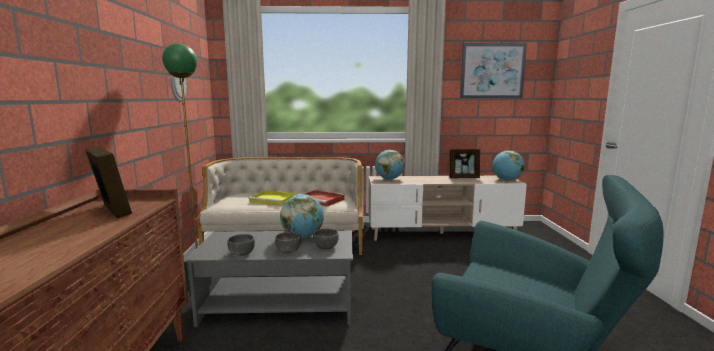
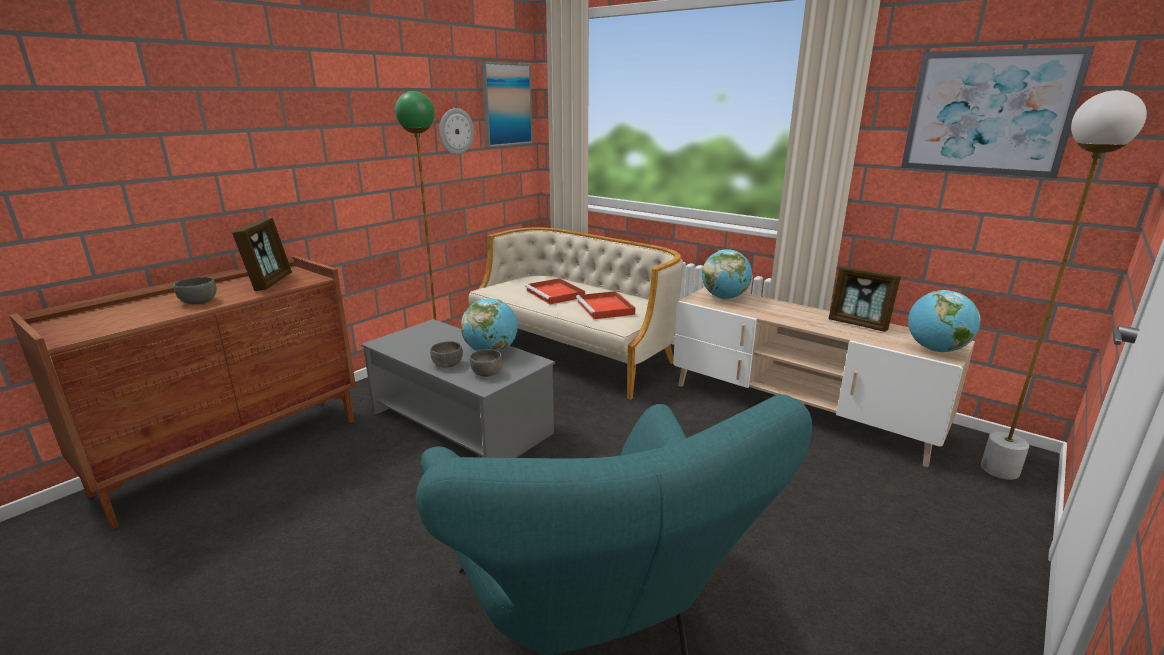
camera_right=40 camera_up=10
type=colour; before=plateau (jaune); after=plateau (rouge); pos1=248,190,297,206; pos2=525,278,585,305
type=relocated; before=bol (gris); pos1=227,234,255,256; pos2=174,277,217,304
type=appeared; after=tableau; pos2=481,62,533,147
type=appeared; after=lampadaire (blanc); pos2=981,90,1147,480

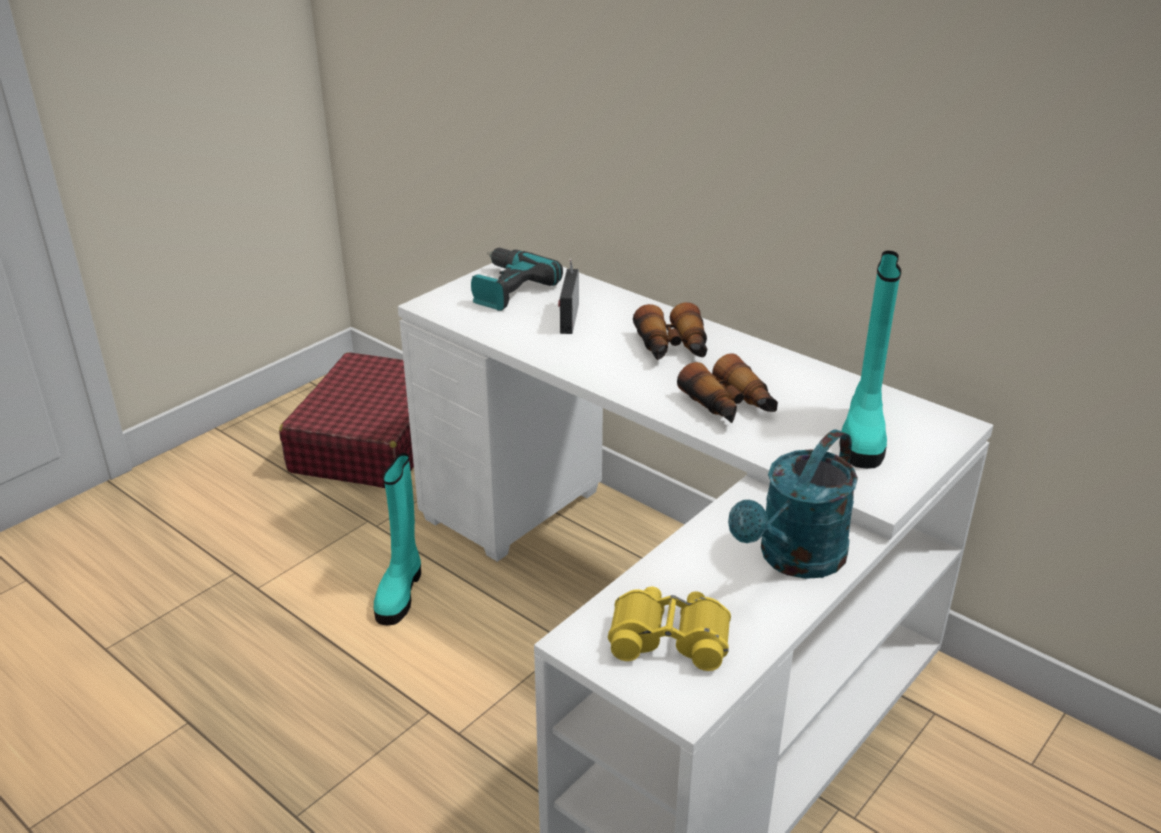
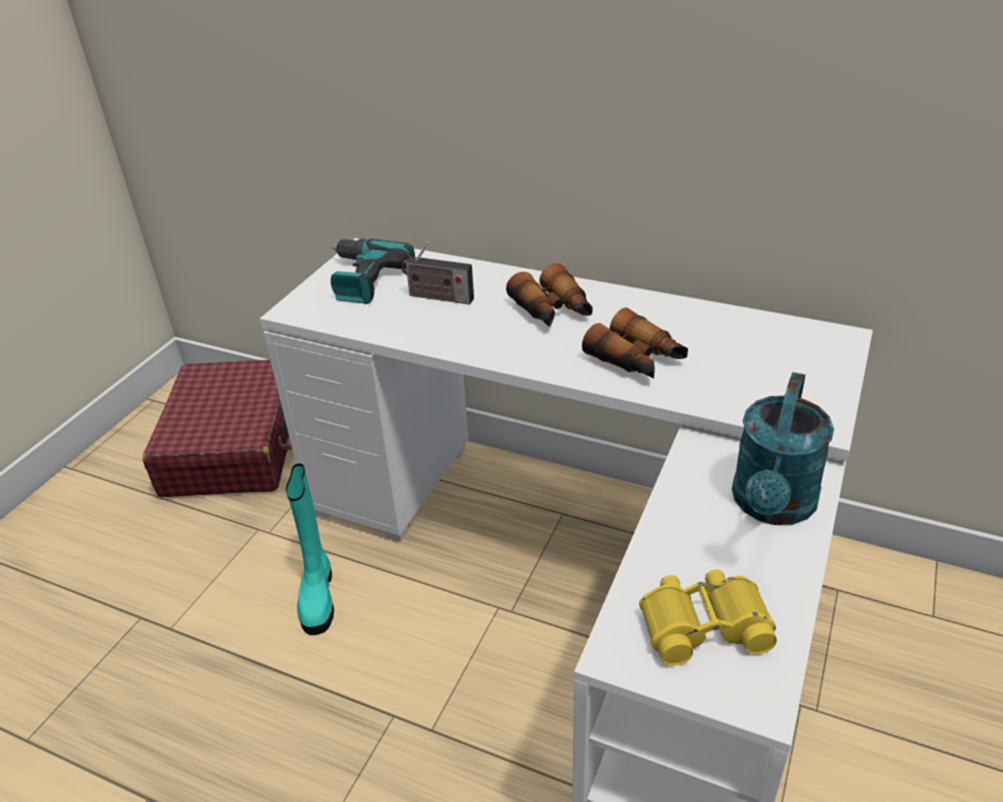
camera_right=-15 camera_up=5
type=missing; before=botte (turquoise); pos1=839,251,901,469
type=spun; before=radio; pos1=558,259,579,334; pos2=401,242,474,305; turn=-60

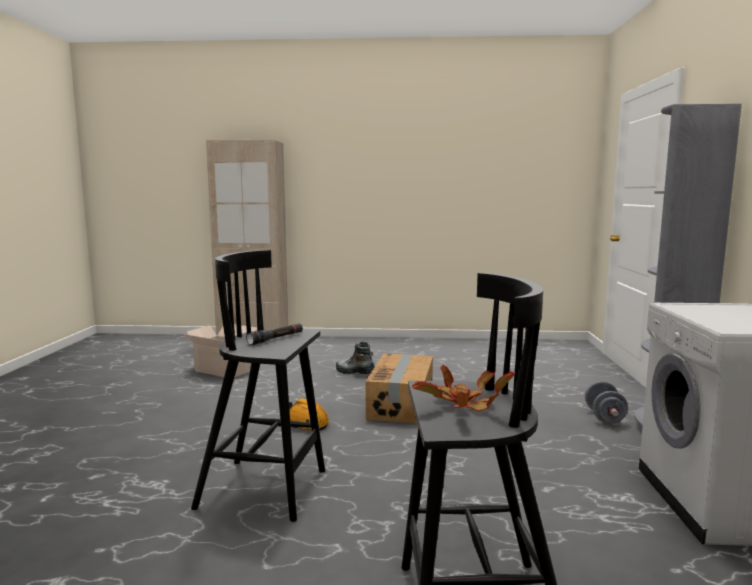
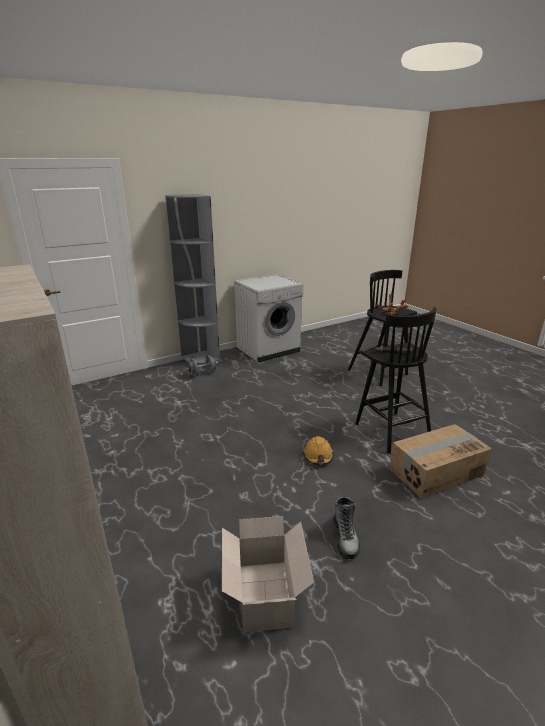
camera_right=-125 camera_up=15
type=relocated; before=botte; pos1=336,342,375,374; pos2=333,497,360,559
type=relocated; before=carton; pos1=365,354,433,424; pos2=390,424,492,499

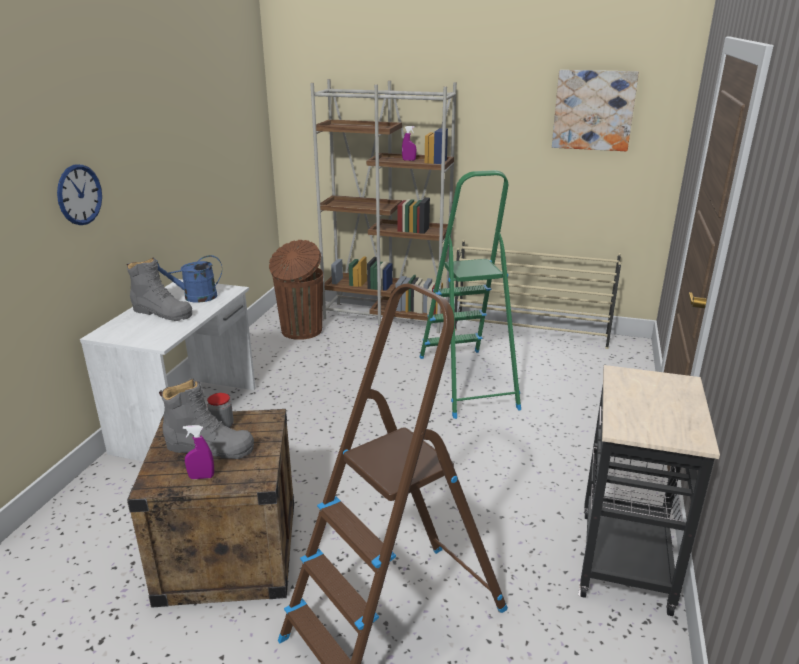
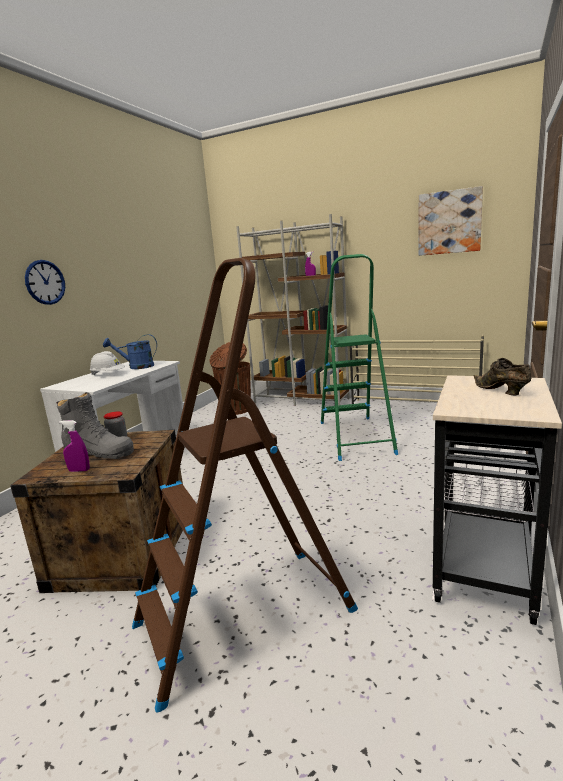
camera_right=10 camera_up=-10
type=exchanged; before=botte (gris); after=casque de chantier (blanc); pos1=127,258,192,321; pos2=89,351,125,375
type=appeared; after=chaussure (marron); pos2=473,358,532,395

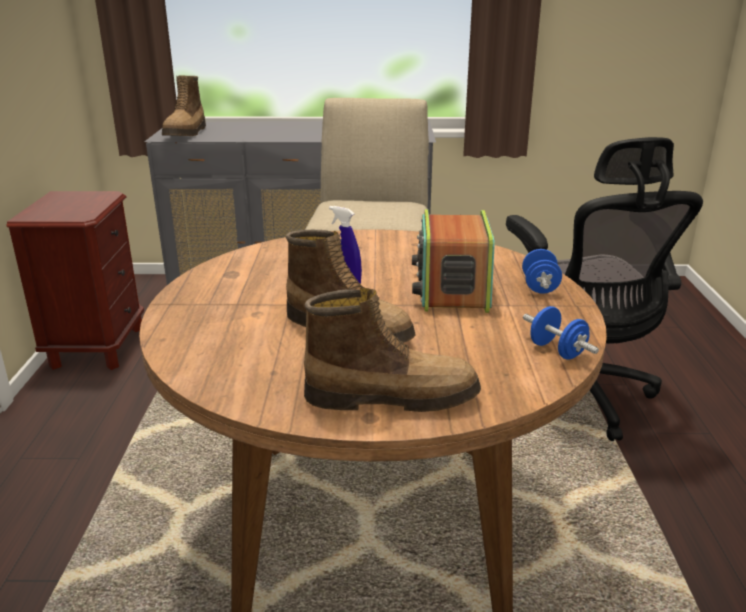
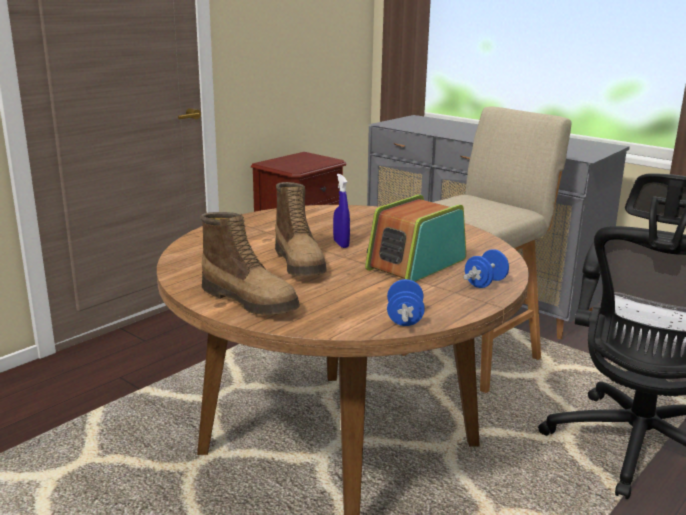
camera_right=40 camera_up=-5
type=missing; before=botte; pos1=162,75,206,136

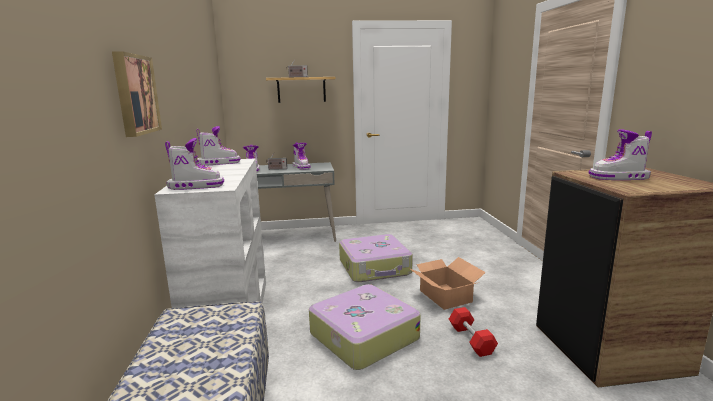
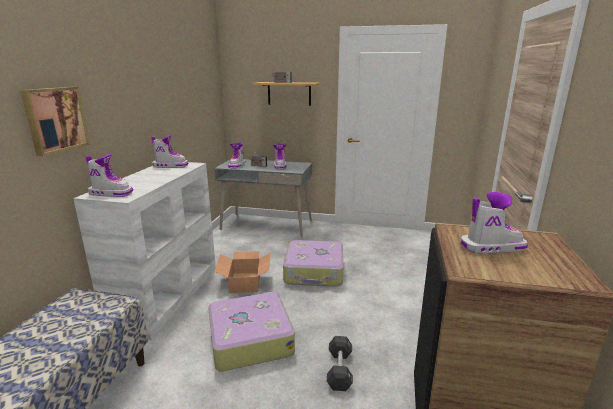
camera_right=20 camera_up=5
type=spun; before=botte; pos1=588,129,652,180; pos2=461,192,528,254; turn=150
type=relocated; before=carton; pos1=409,257,486,310; pos2=214,251,271,293
type=colour; before=haltère (rouge); after=haltère (noir); pos1=449,307,498,357; pos2=327,336,353,391

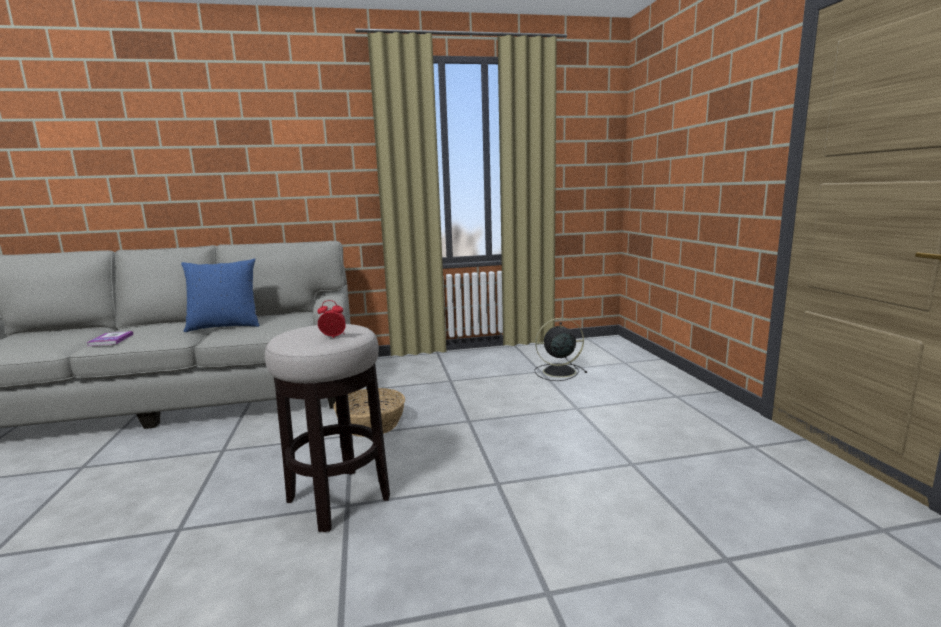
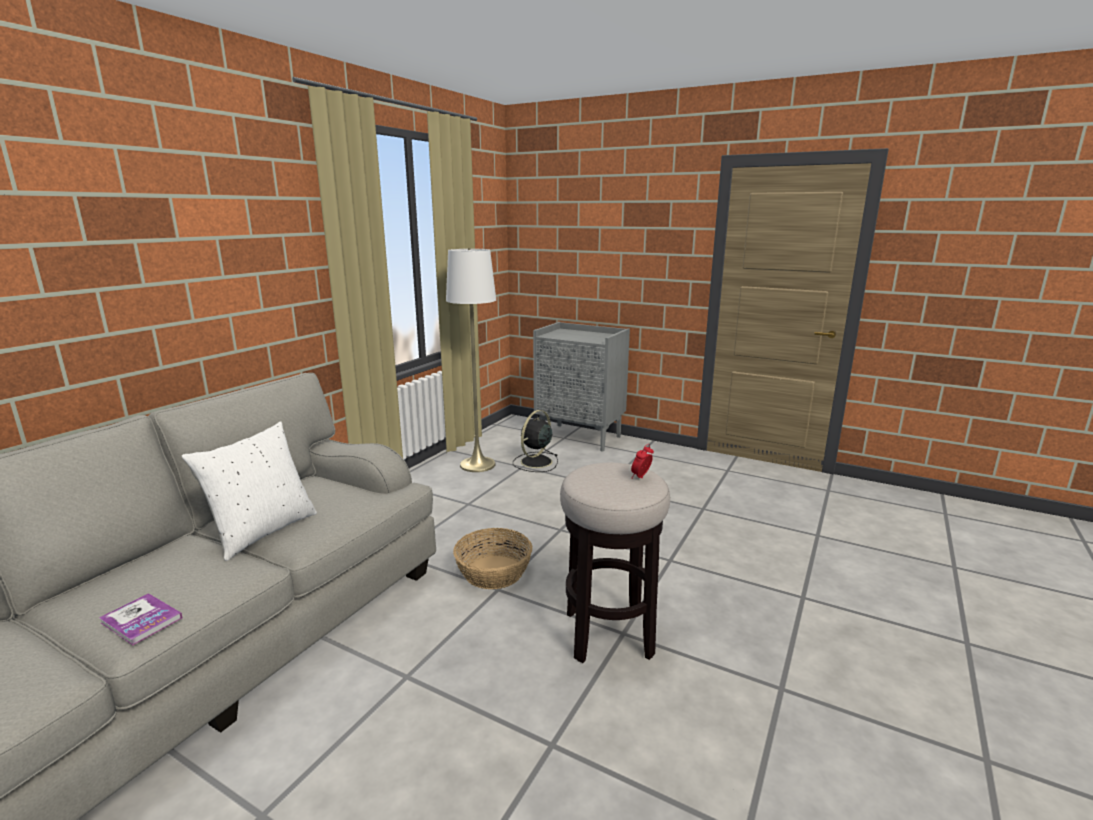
camera_right=-50 camera_up=5
type=colour; before=coussin (bleu); after=coussin (blanc); pos1=181,259,259,332; pos2=182,421,317,561
type=appeared; after=lampadaire (blanc); pos2=446,248,496,472
type=appeared; after=meuble de rangement (gris); pos2=533,322,630,451

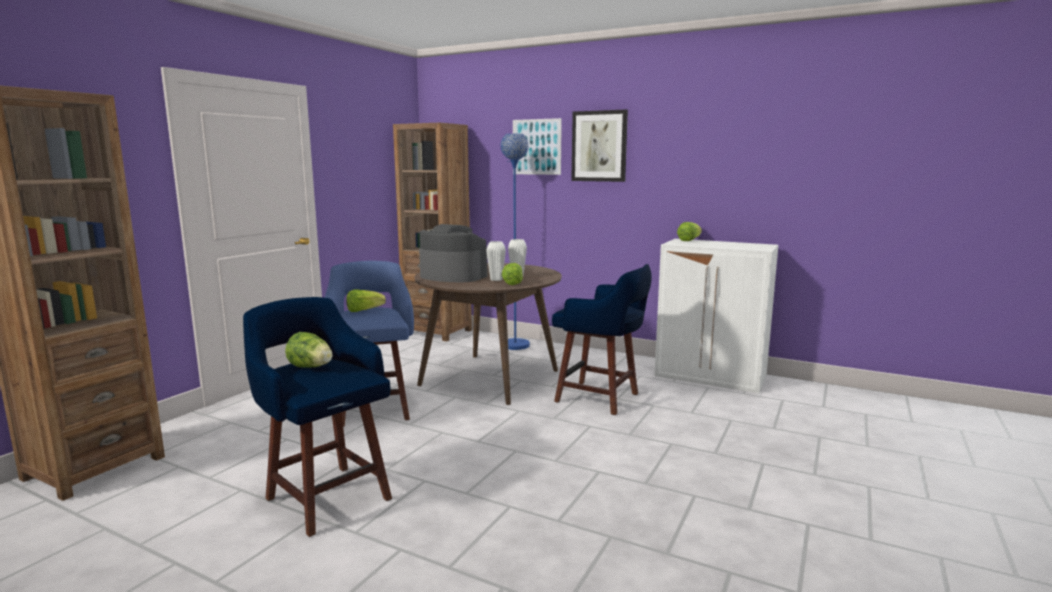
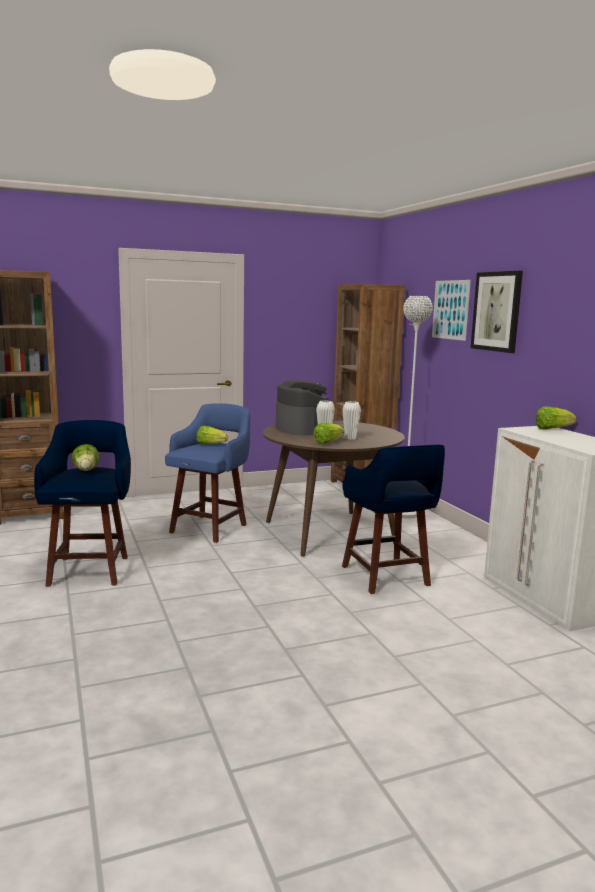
camera_right=40 camera_up=0
type=colour; before=lampadaire (bleu); after=lampadaire (blanc); pos1=501,133,530,350; pos2=394,296,433,519

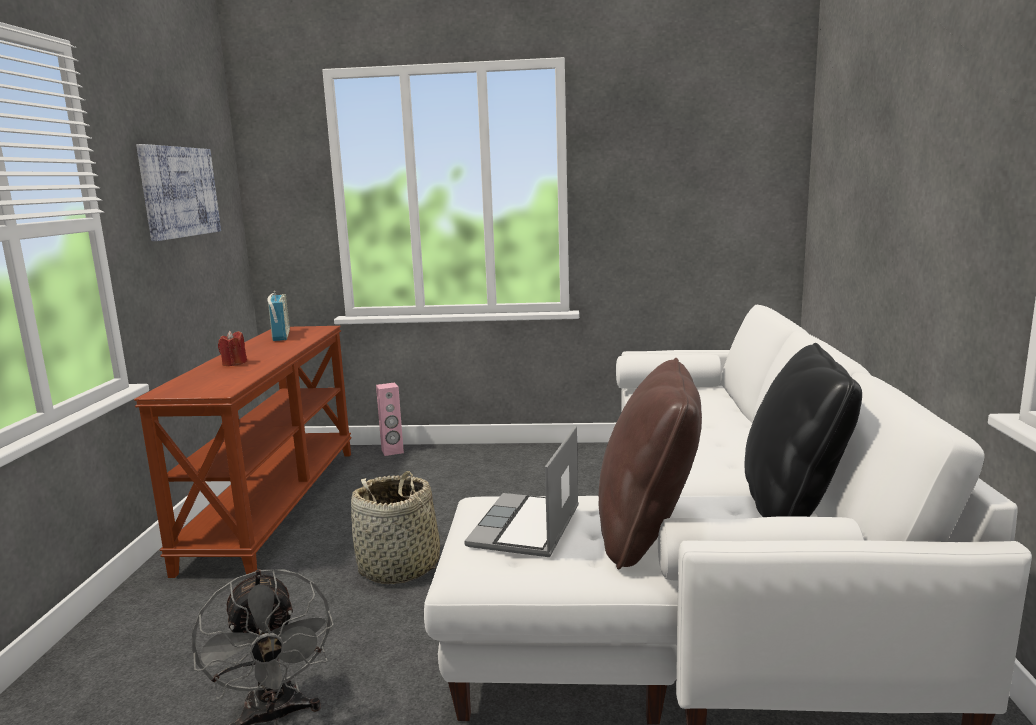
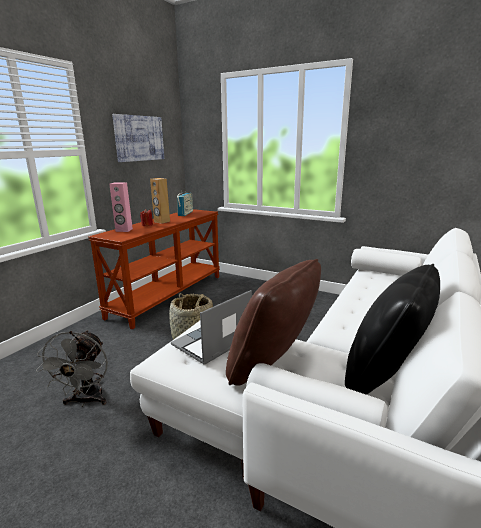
camera_right=25 camera_up=5
type=relocated; before=enceinte (rose); pos1=376,383,404,456; pos2=109,182,133,232
type=appeared; after=enceinte (marron); pos2=150,178,170,224

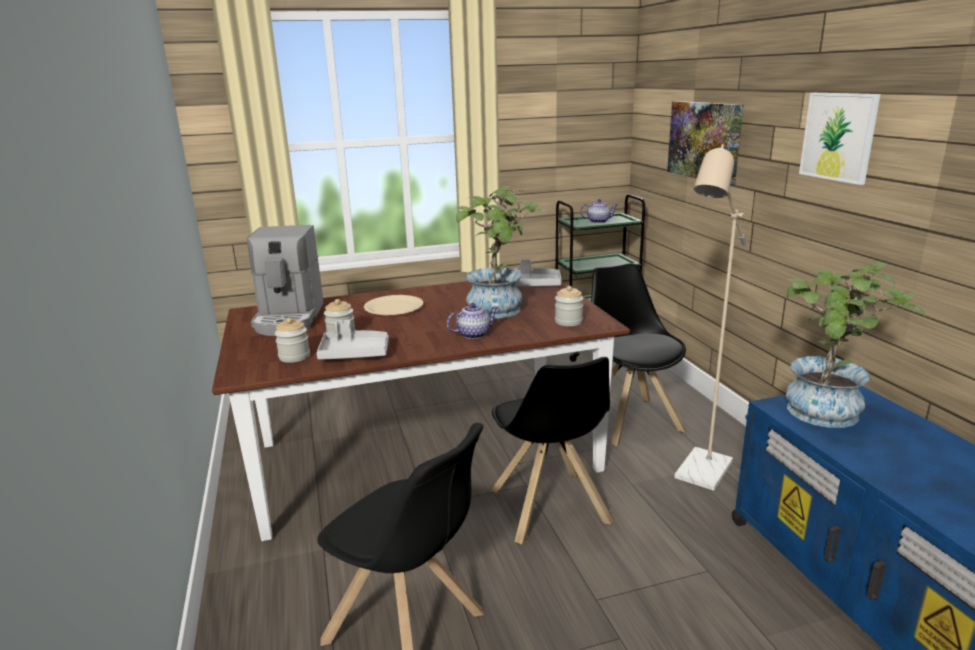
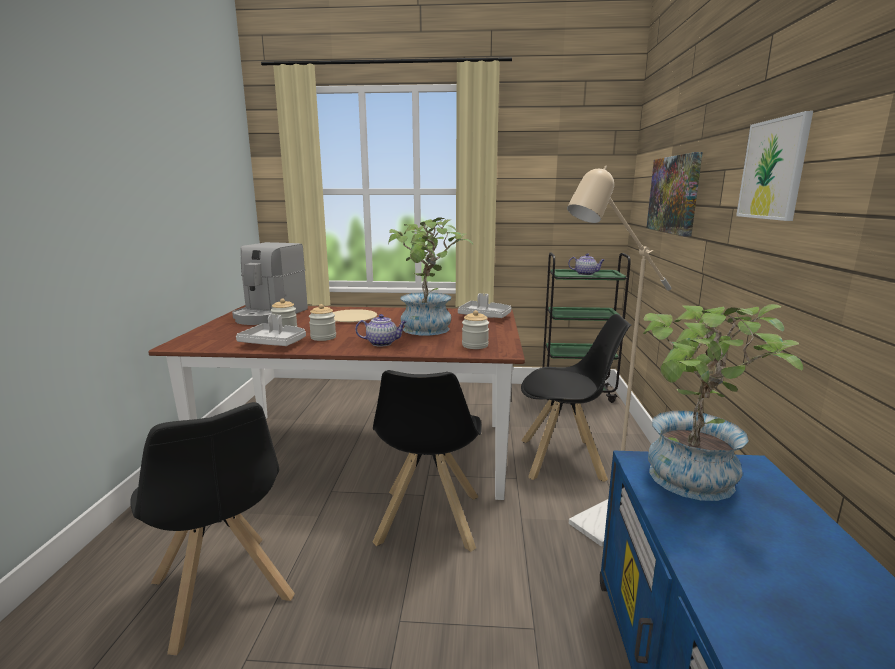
camera_right=20 camera_up=-5
type=spun; before=chaise (noir); pos1=591,263,686,446; pos2=521,314,631,482; turn=90
type=relocated; before=bocal; pos1=275,318,310,363; pos2=309,304,336,341

